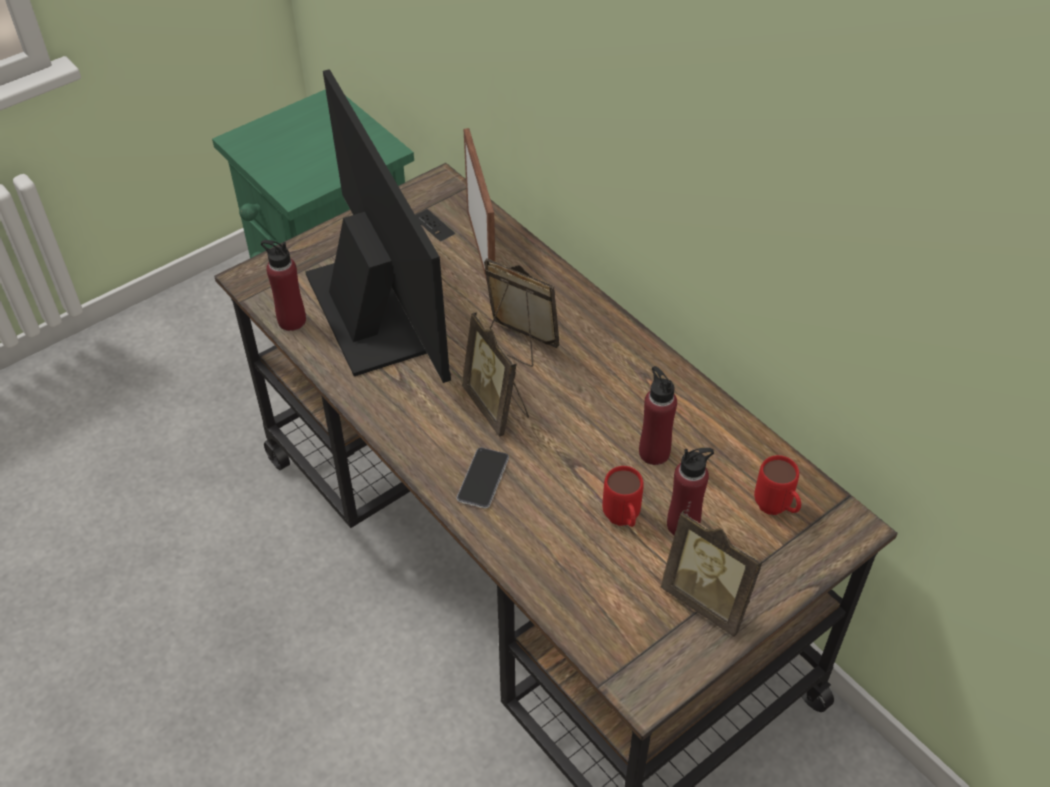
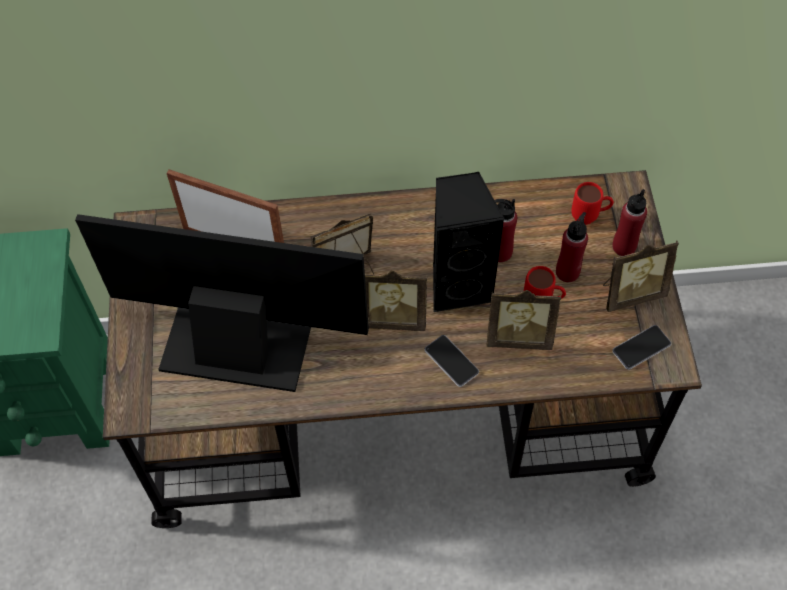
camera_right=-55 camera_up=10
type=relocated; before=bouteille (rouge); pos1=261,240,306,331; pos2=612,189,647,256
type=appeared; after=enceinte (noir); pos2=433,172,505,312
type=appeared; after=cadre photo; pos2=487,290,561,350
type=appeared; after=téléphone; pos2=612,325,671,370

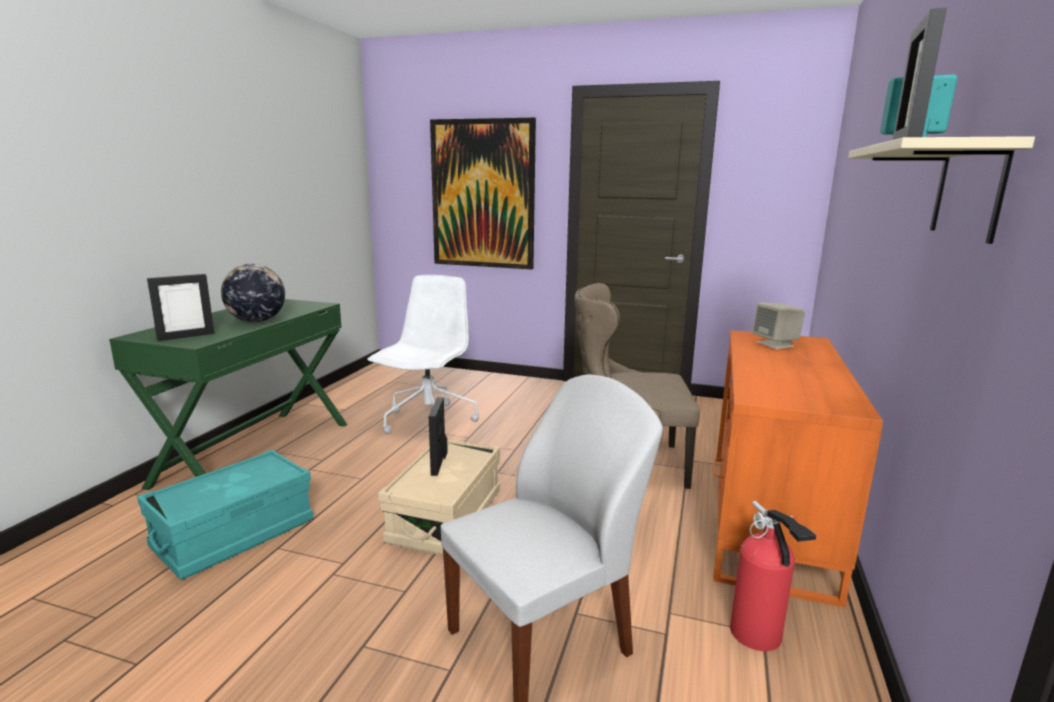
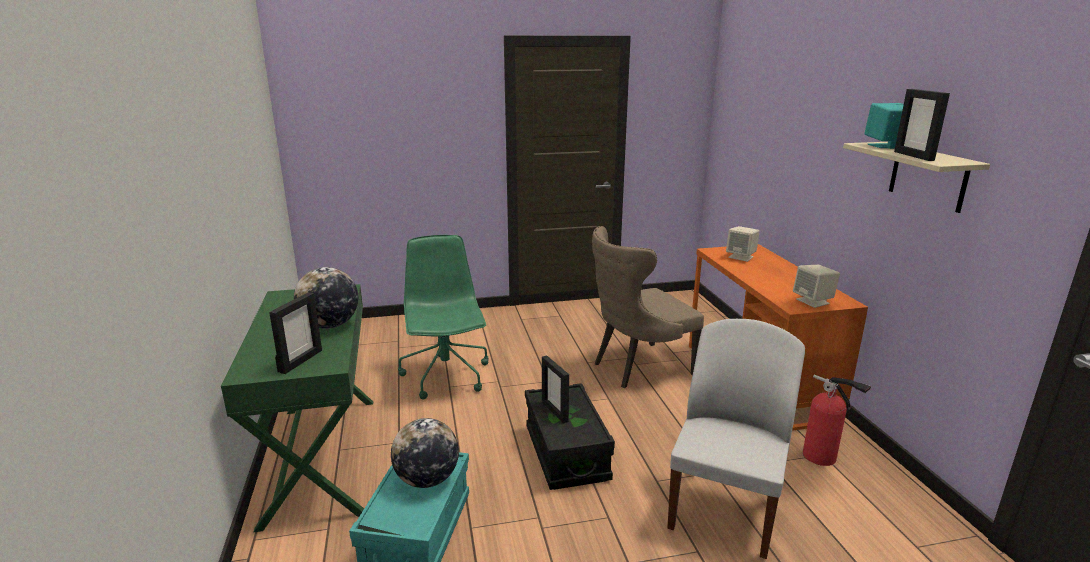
camera_right=-30 camera_up=5
type=missing; before=tableau; pos1=430,118,536,269
type=colour; before=chaise de bureau (blanc); after=chaise de bureau (vert); pos1=367,275,479,434; pos2=398,235,488,399
type=colour; before=boîte de rangement (beige); after=boîte de rangement (noir); pos1=378,440,500,555; pos2=525,383,615,490
type=appeared; after=enceinte (beige); pos2=793,265,840,308
type=appeared; after=globe; pos2=391,418,459,488

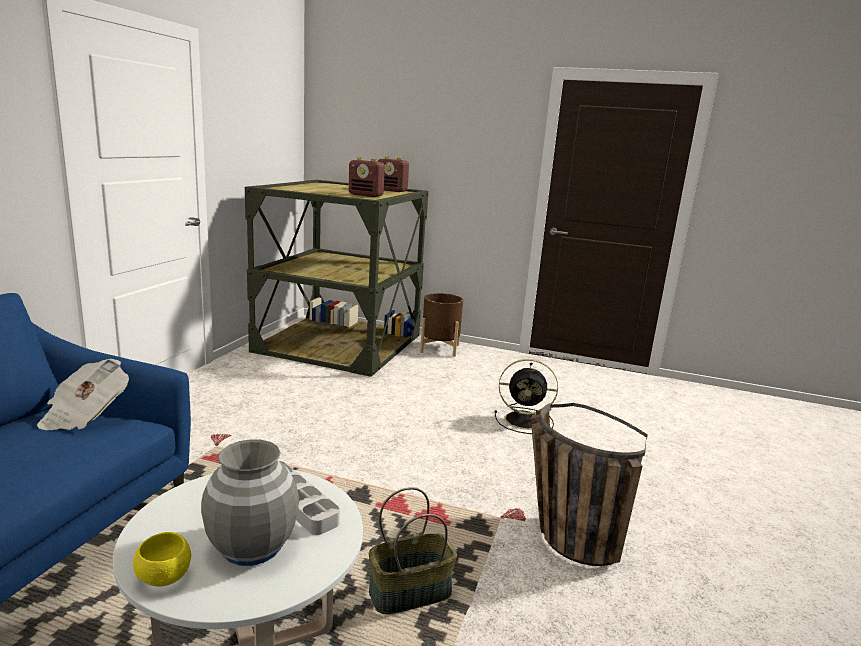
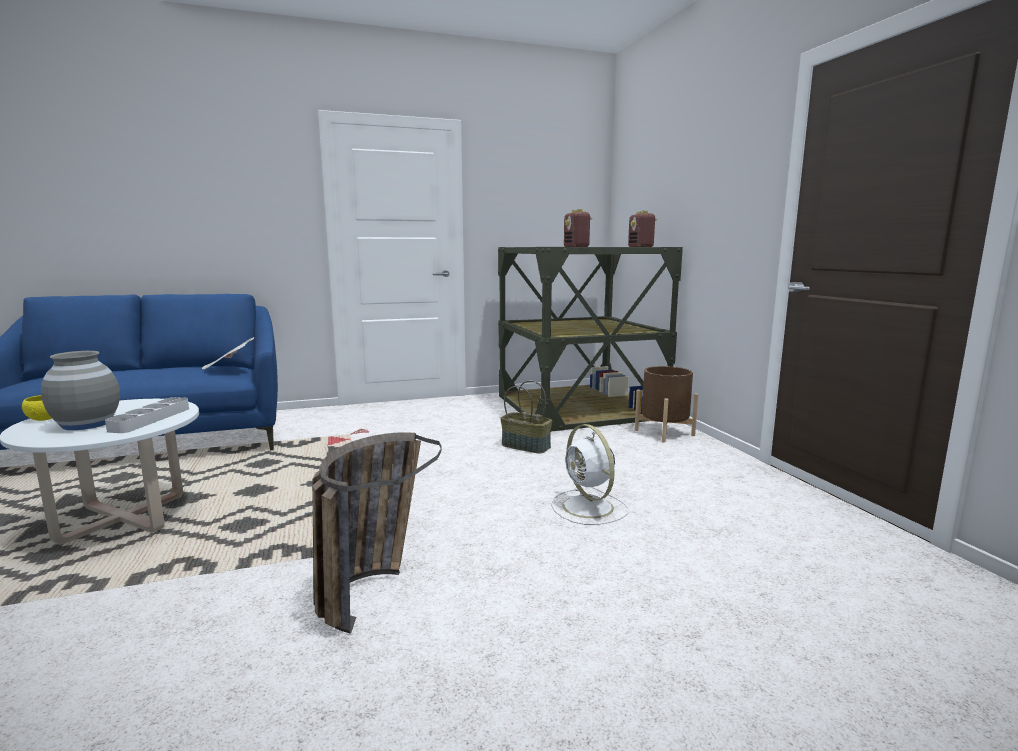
camera_right=55 camera_up=-5
type=colour; before=ventilateur (noir); after=ventilateur (blanc); pos1=495,359,558,434; pos2=551,424,629,525
type=relocated; before=panier; pos1=369,487,457,614; pos2=500,380,552,453

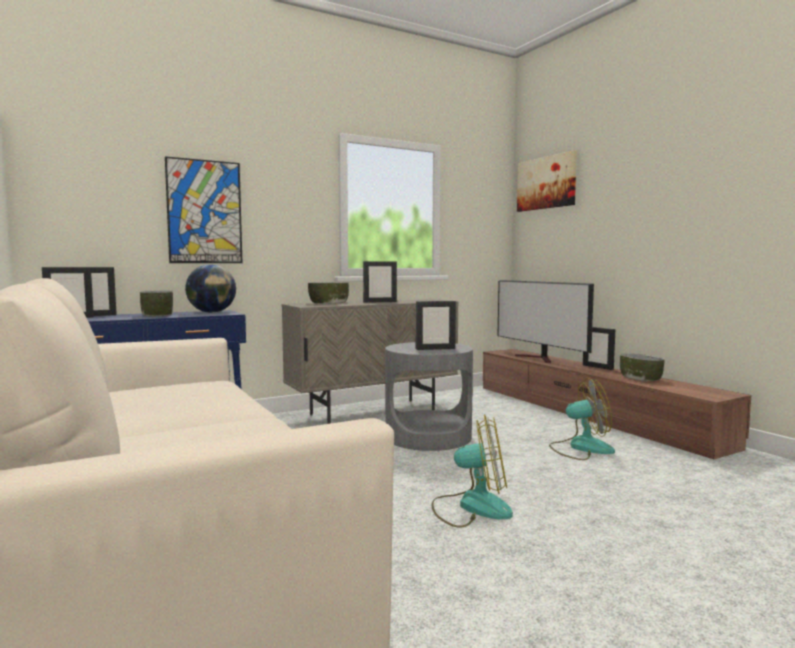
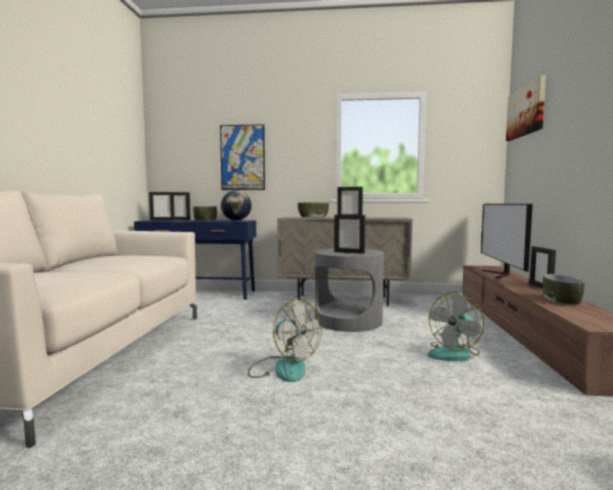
camera_right=35 camera_up=0
type=spun; before=ventilateur; pos1=549,378,615,460; pos2=428,292,484,361; turn=105

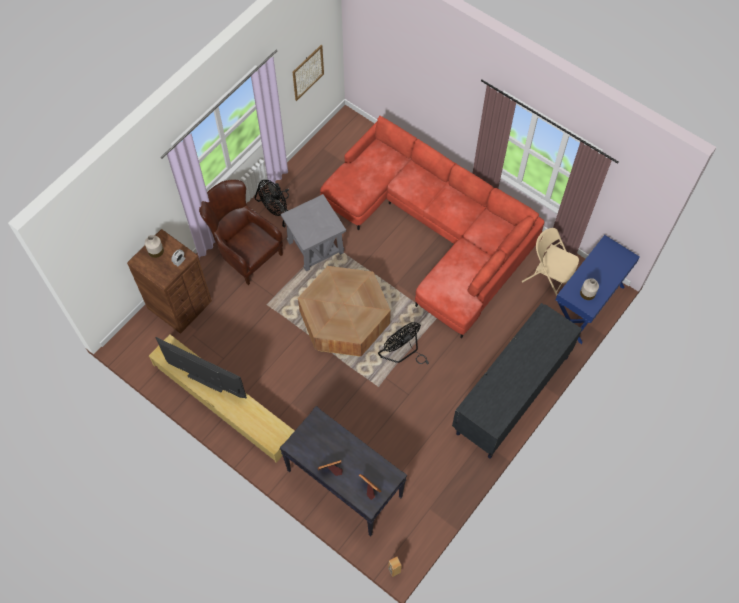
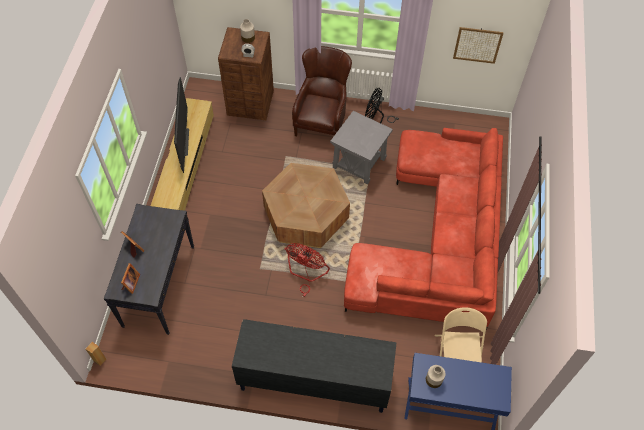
camera_right=60 camera_up=-5
type=colour; before=ventilateur (noir); after=ventilateur (rouge); pos1=378,322,429,364; pos2=284,243,330,297

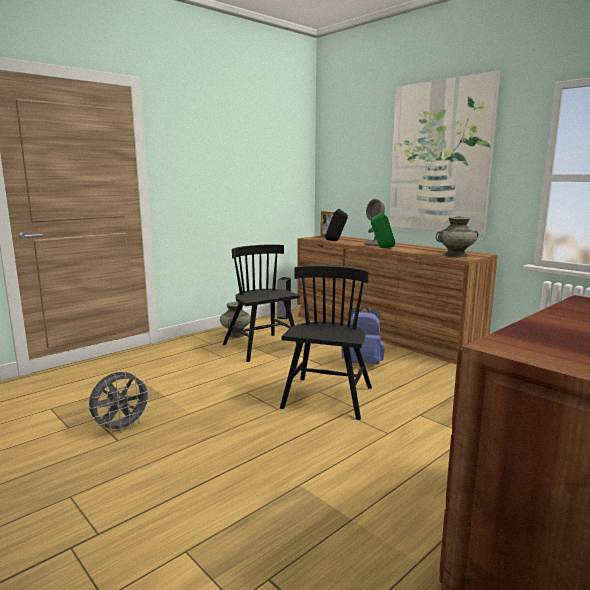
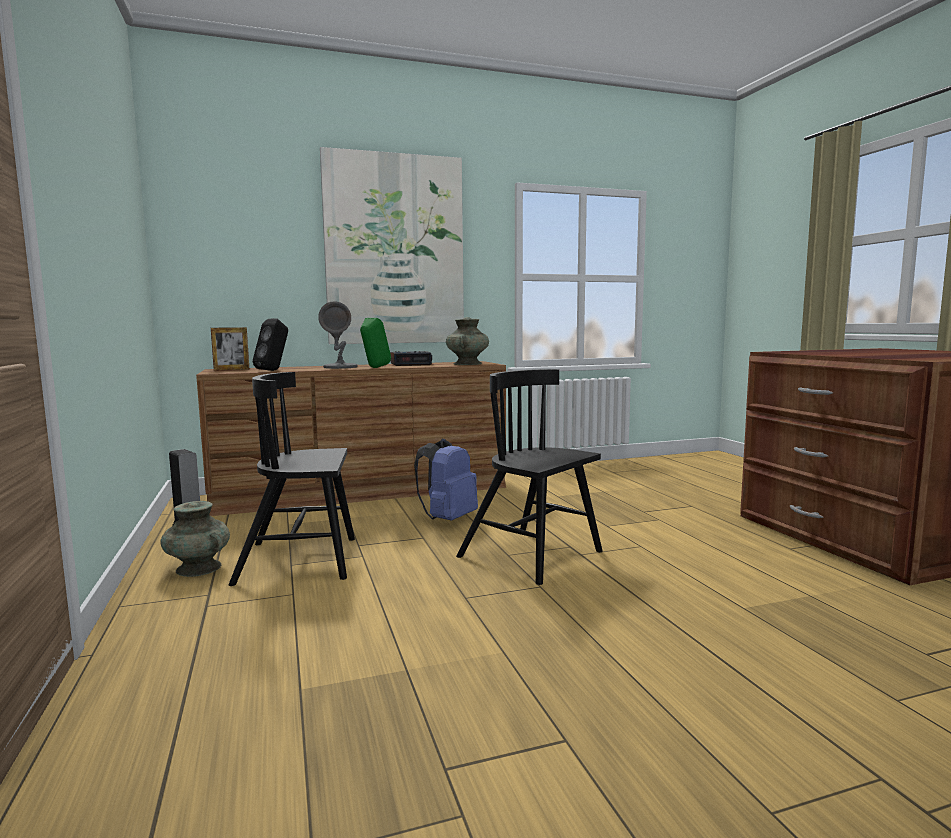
camera_right=-65 camera_up=-5
type=missing; before=ventilateur (gris); pos1=89,372,152,433
type=appeared; after=réveil; pos2=390,351,432,366

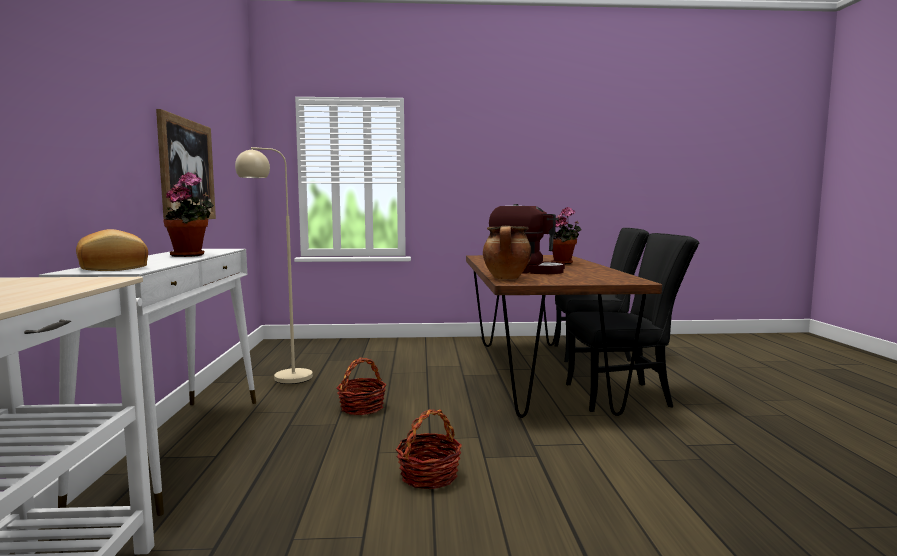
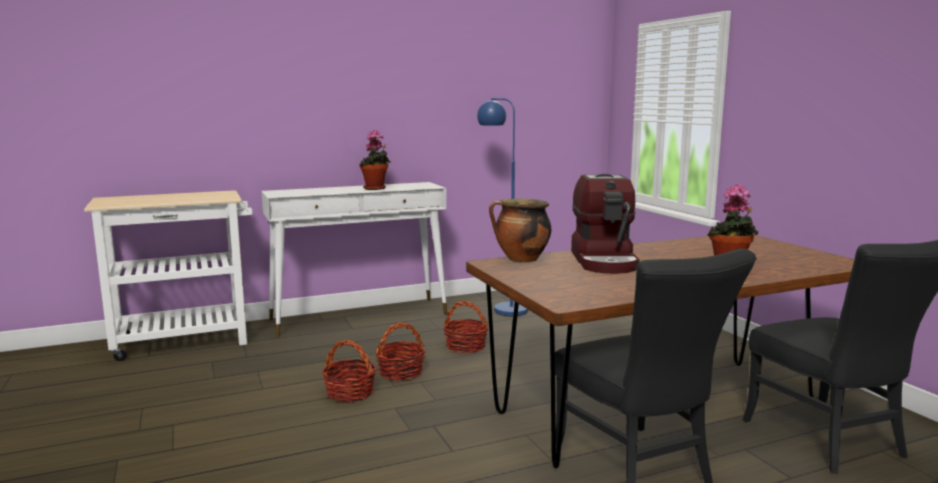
camera_right=70 camera_up=5
type=missing; before=tableau; pos1=156,109,216,219
type=colour; before=lampadaire (beige); after=lampadaire (bleu); pos1=235,147,313,384; pos2=477,98,528,316
type=missing; before=pain; pos1=76,229,148,271
type=appeared; after=panier; pos2=375,322,425,381

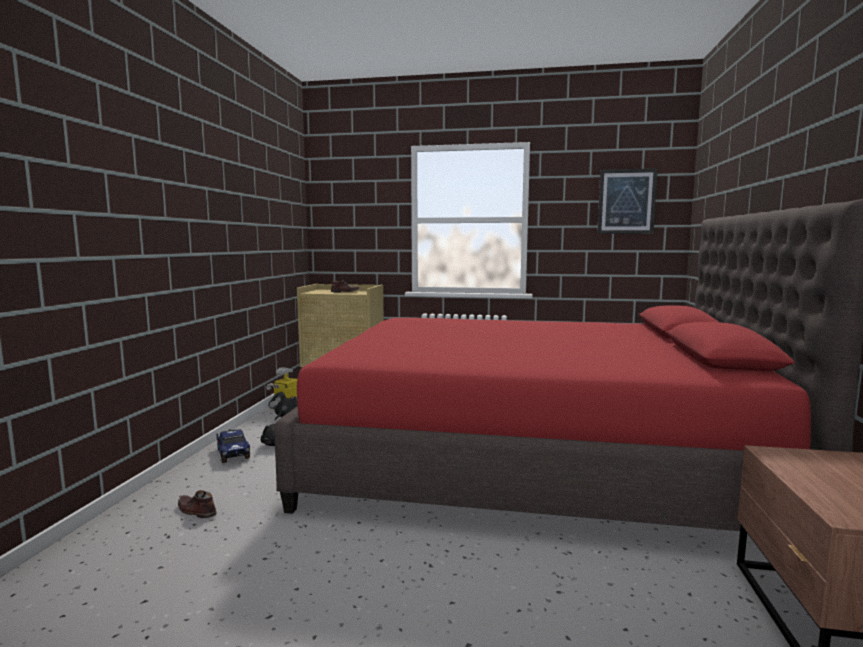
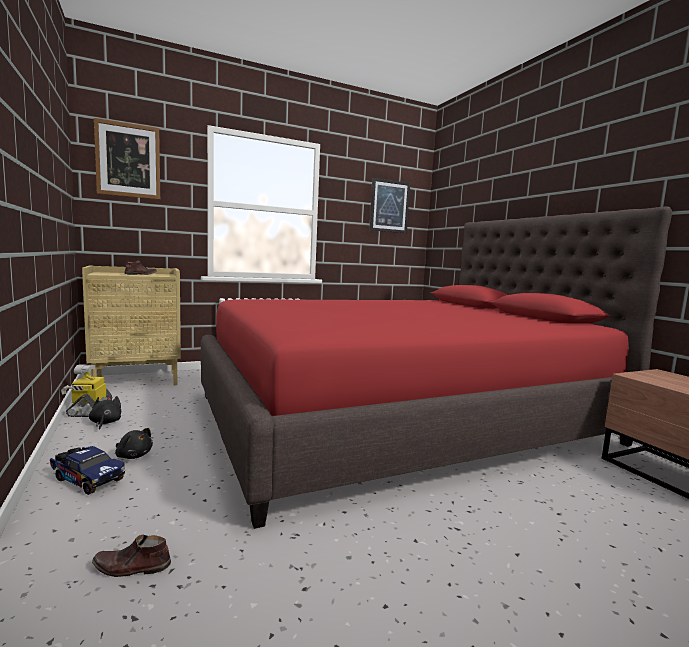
camera_right=-35 camera_up=0
type=appeared; after=tableau; pos2=94,118,160,200

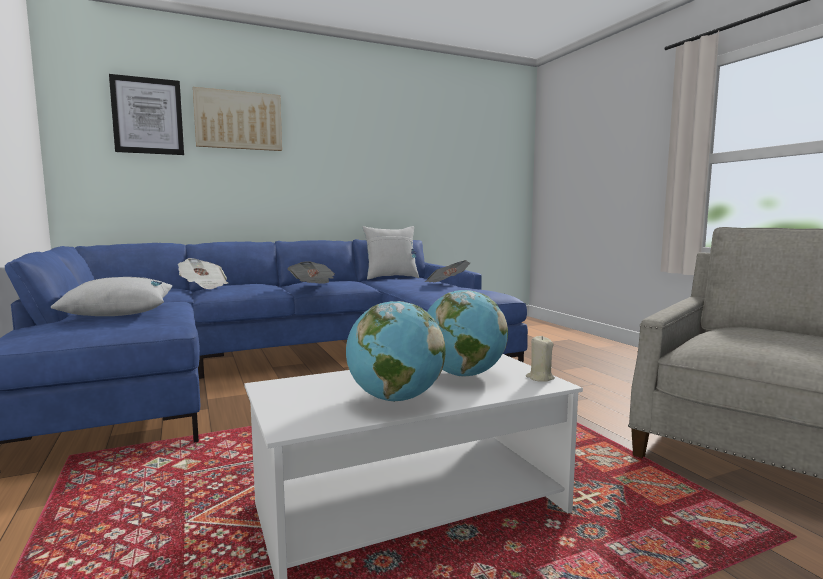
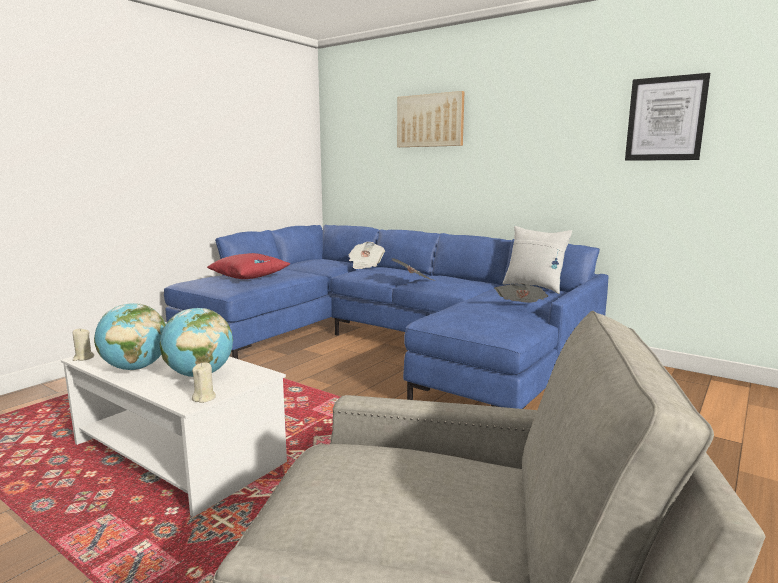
camera_right=60 camera_up=5
type=relocated; before=tableau; pos1=109,74,184,155; pos2=625,73,710,161
type=colour; before=coussin (gris); after=coussin (rouge); pos1=51,277,172,316; pos2=207,253,290,279
type=appeared; after=bougie (beige); pos2=73,329,94,361

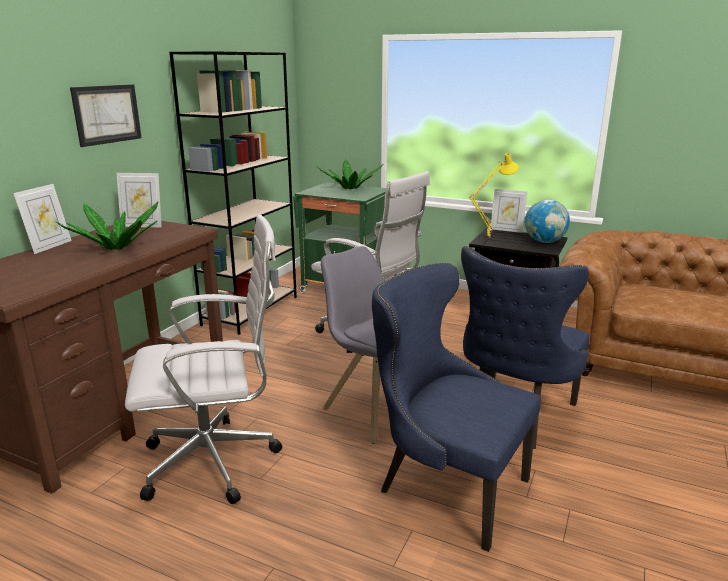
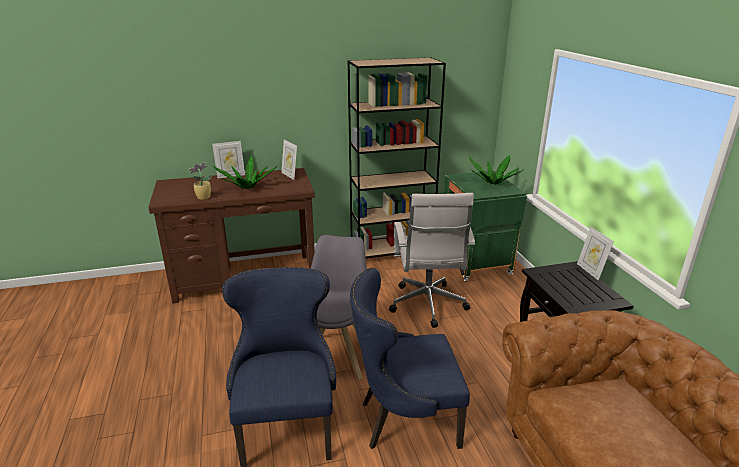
camera_right=50 camera_up=5
type=missing; before=tableau; pos1=70,84,142,147
type=missing; before=lampe de table (jaune); pos1=469,153,519,239
type=missing; before=globe; pos1=525,200,570,243
type=missing; before=chaise de bureau (blanc); pos1=125,214,282,504
type=appeared; after=plante en pot; pos2=188,162,212,200

